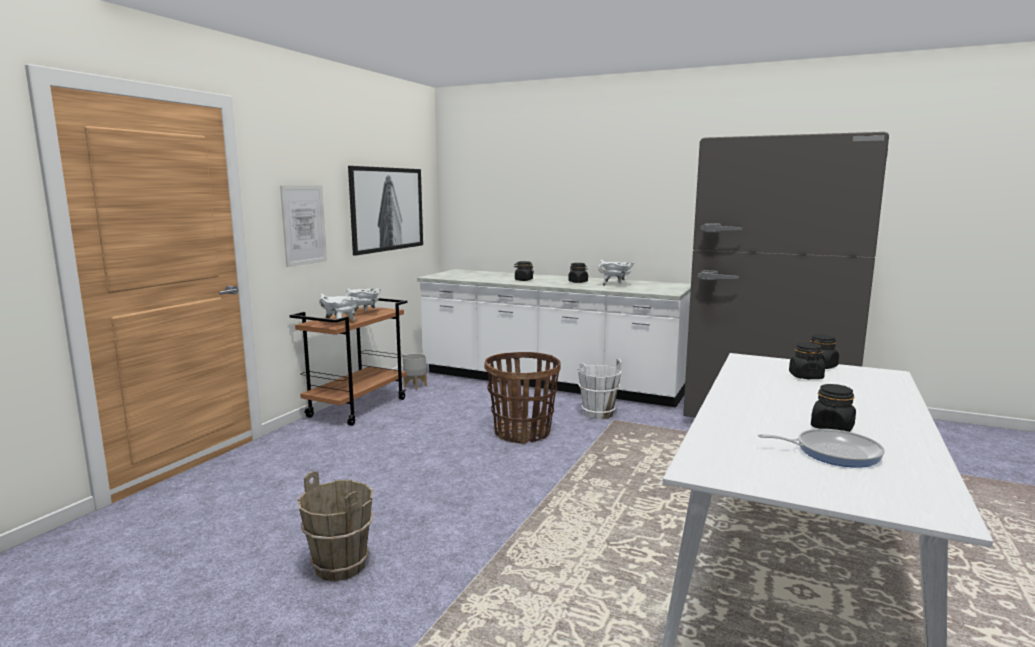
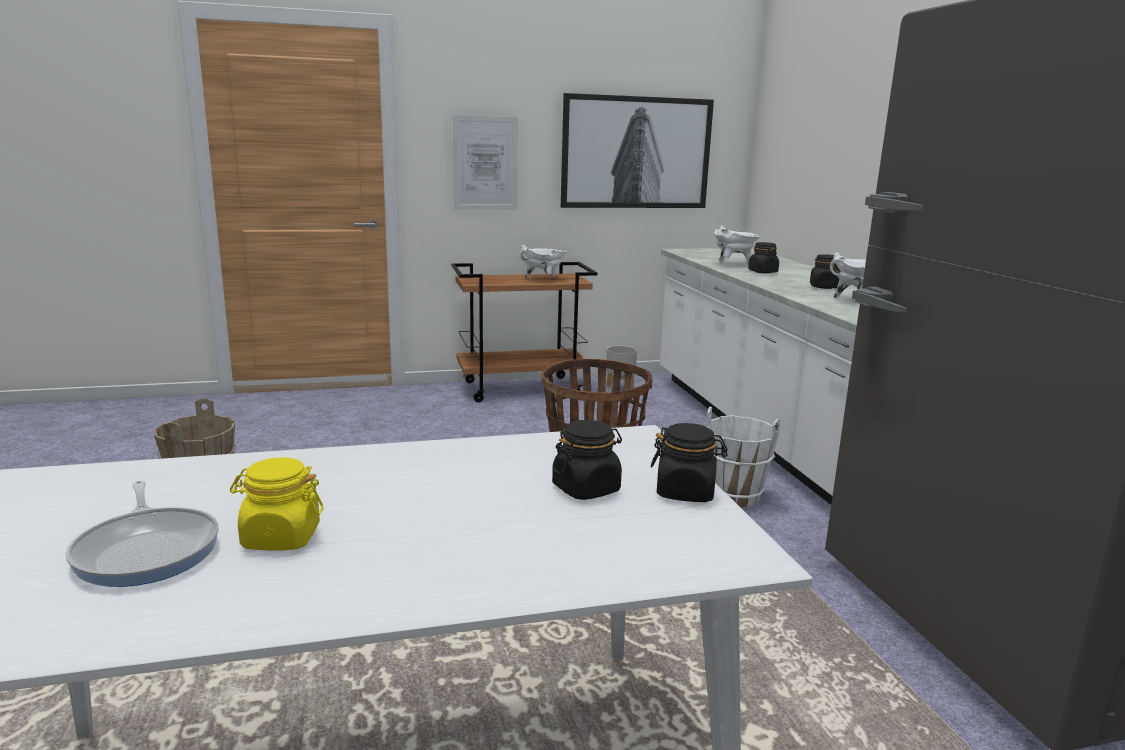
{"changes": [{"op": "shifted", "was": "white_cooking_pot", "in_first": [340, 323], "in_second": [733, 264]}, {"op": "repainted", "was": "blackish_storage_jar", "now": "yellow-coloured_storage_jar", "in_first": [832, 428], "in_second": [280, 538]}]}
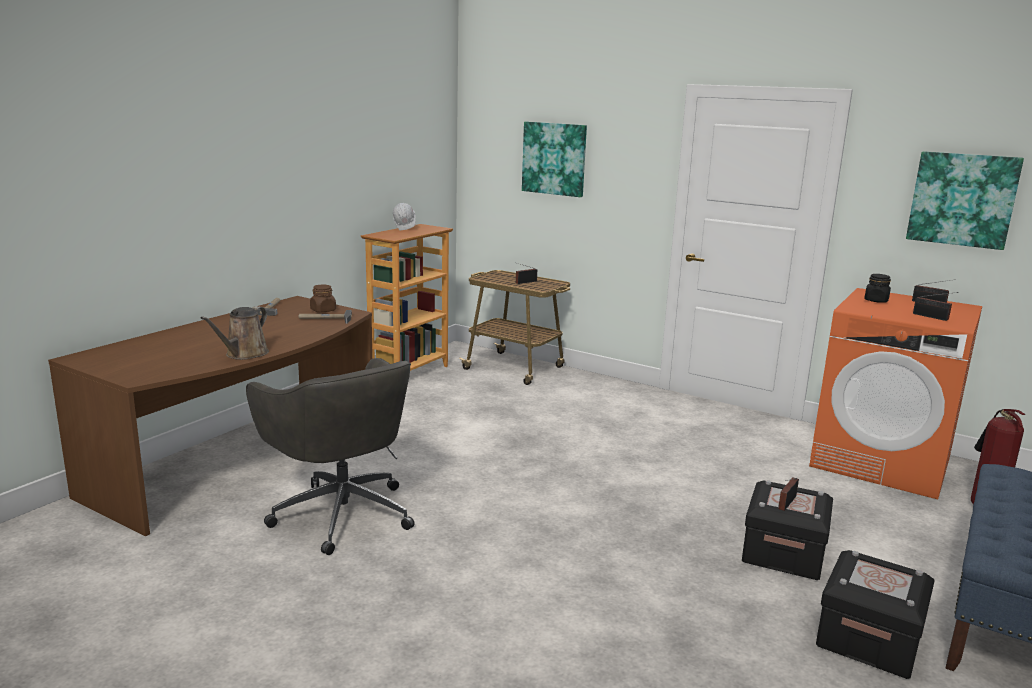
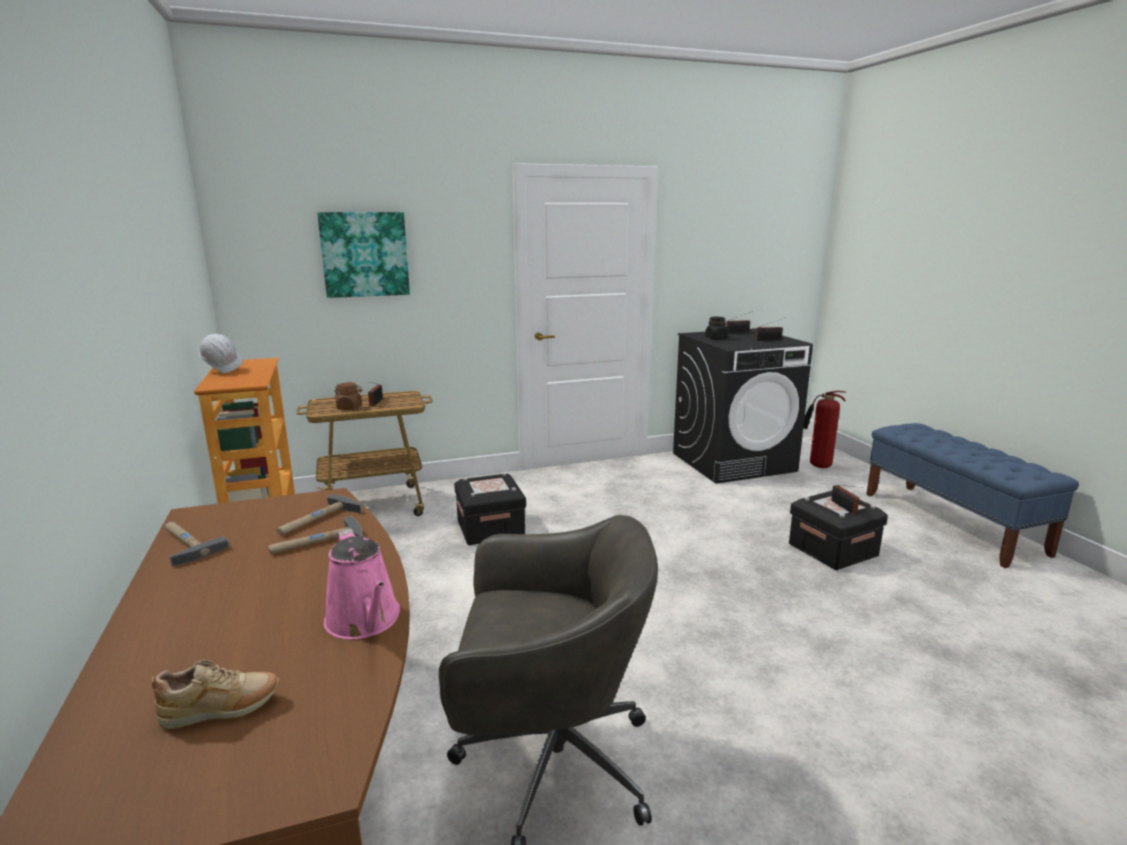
{"changes": [{"op": "gone", "was": "picture", "in_first": [962, 199]}, {"op": "new", "now": "beige_item_of_footwear", "in_second": [222, 711]}, {"op": "new", "now": "hammer", "in_second": [317, 544]}, {"op": "shifted", "was": "brown-coloured_storage_jar", "in_first": [323, 310], "in_second": [349, 408]}, {"op": "shifted", "was": "blackish_storage_container", "in_first": [868, 639], "in_second": [490, 528]}, {"op": "repainted", "was": "brown-coloured_watering_can", "now": "pink-coloured_watering_can", "in_first": [244, 354], "in_second": [365, 621]}, {"op": "repainted", "was": "orangey_washing_machine", "now": "blackish_washing_machine", "in_first": [881, 462], "in_second": [733, 462]}]}
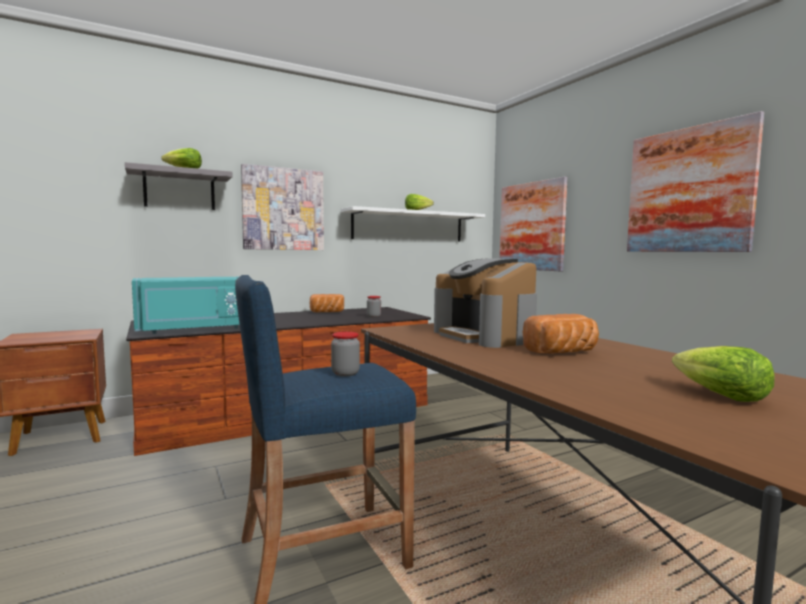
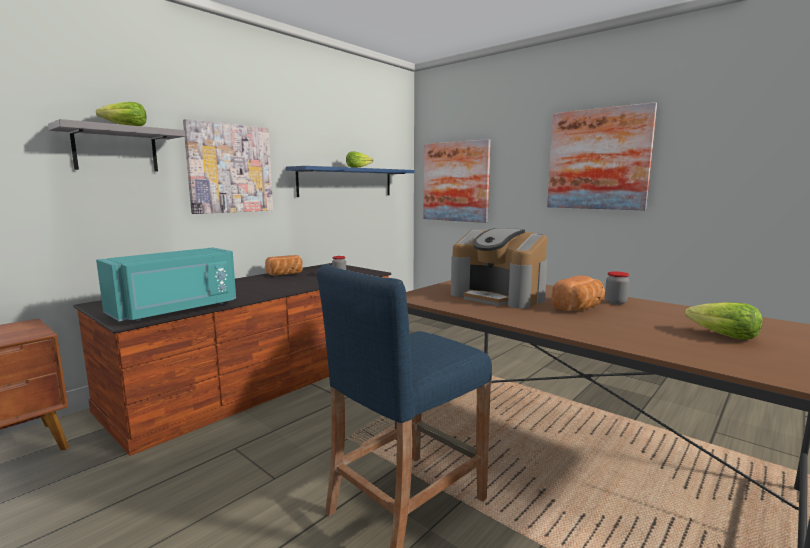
{"changes": [{"op": "shifted", "was": "storage_jar", "in_first": [345, 373], "in_second": [615, 302]}, {"op": "repainted", "was": "white_wall_shelf", "now": "blue-coloured_wall_shelf", "in_first": [409, 226], "in_second": [347, 182]}]}
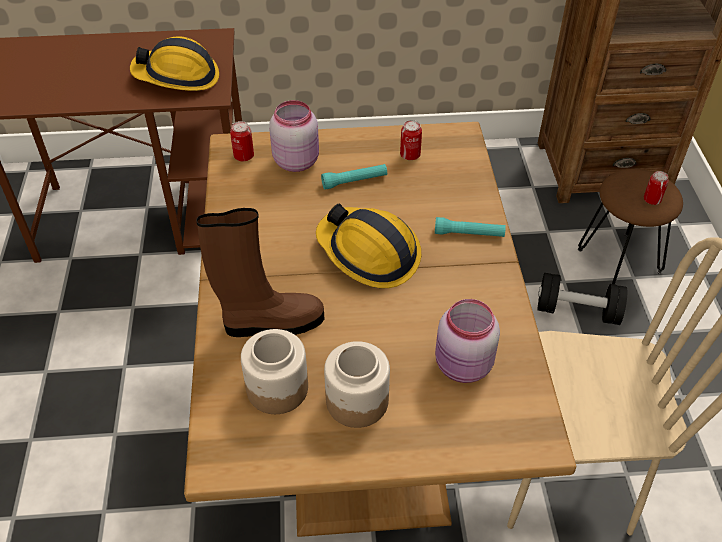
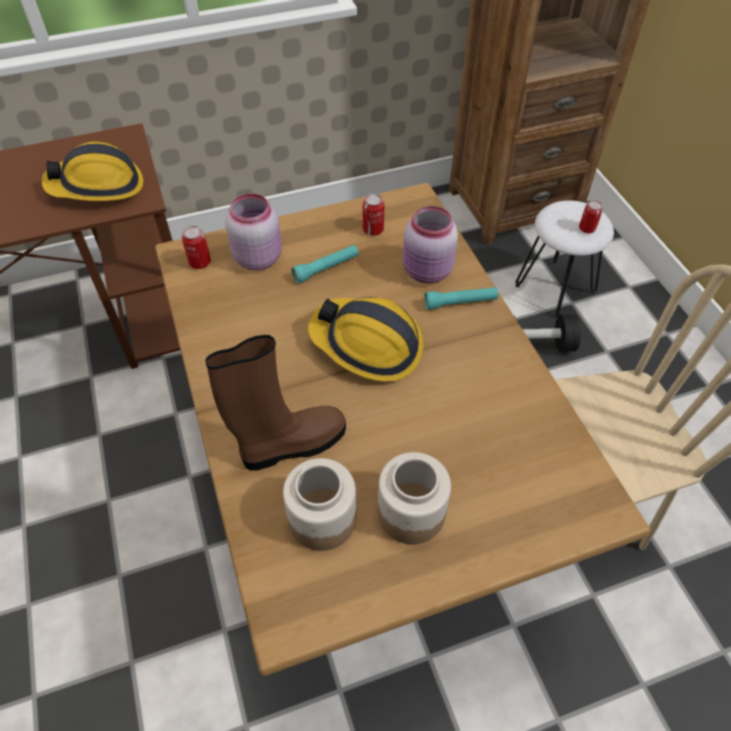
{"changes": [{"op": "shifted", "was": "pink-coloured_storage_jar", "in_first": [463, 367], "in_second": [427, 272]}, {"op": "repainted", "was": "brown-coloured_stool_seat", "now": "white_stool_seat", "in_first": [620, 260], "in_second": [555, 288]}]}
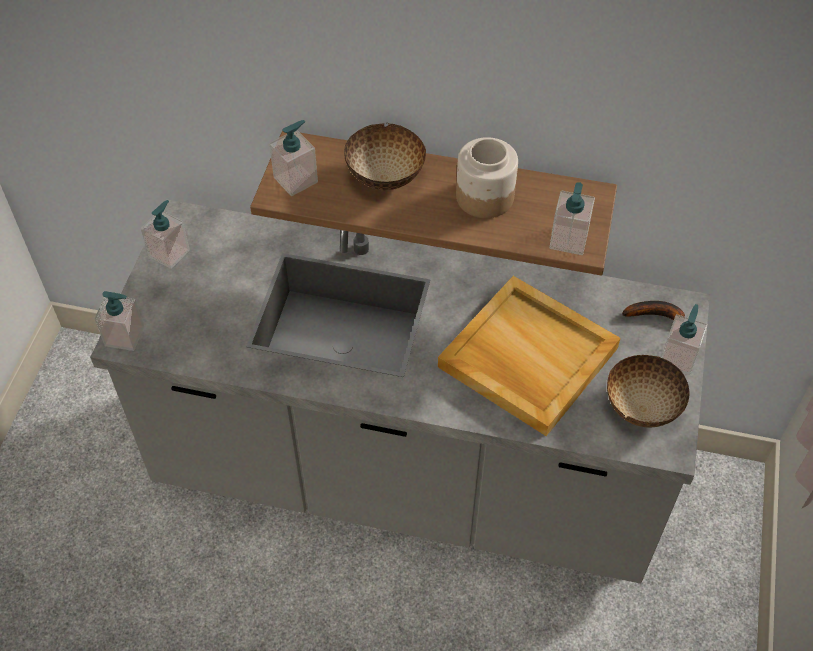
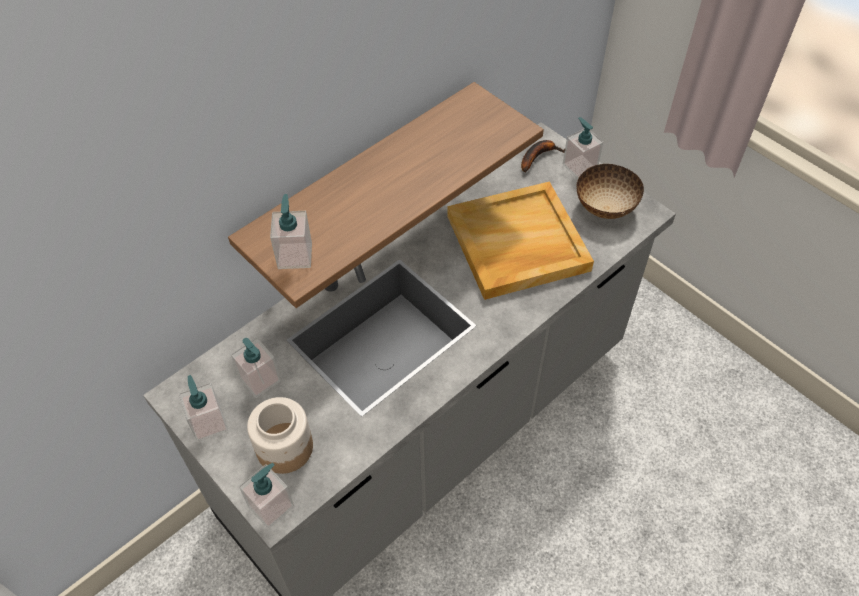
{"changes": [{"op": "gone", "was": "deep_dish", "in_first": [386, 178]}, {"op": "shifted", "was": "storage_jar", "in_first": [484, 197], "in_second": [284, 448]}, {"op": "shifted", "was": "liquid_soap_bottle", "in_first": [568, 240], "in_second": [260, 380]}]}
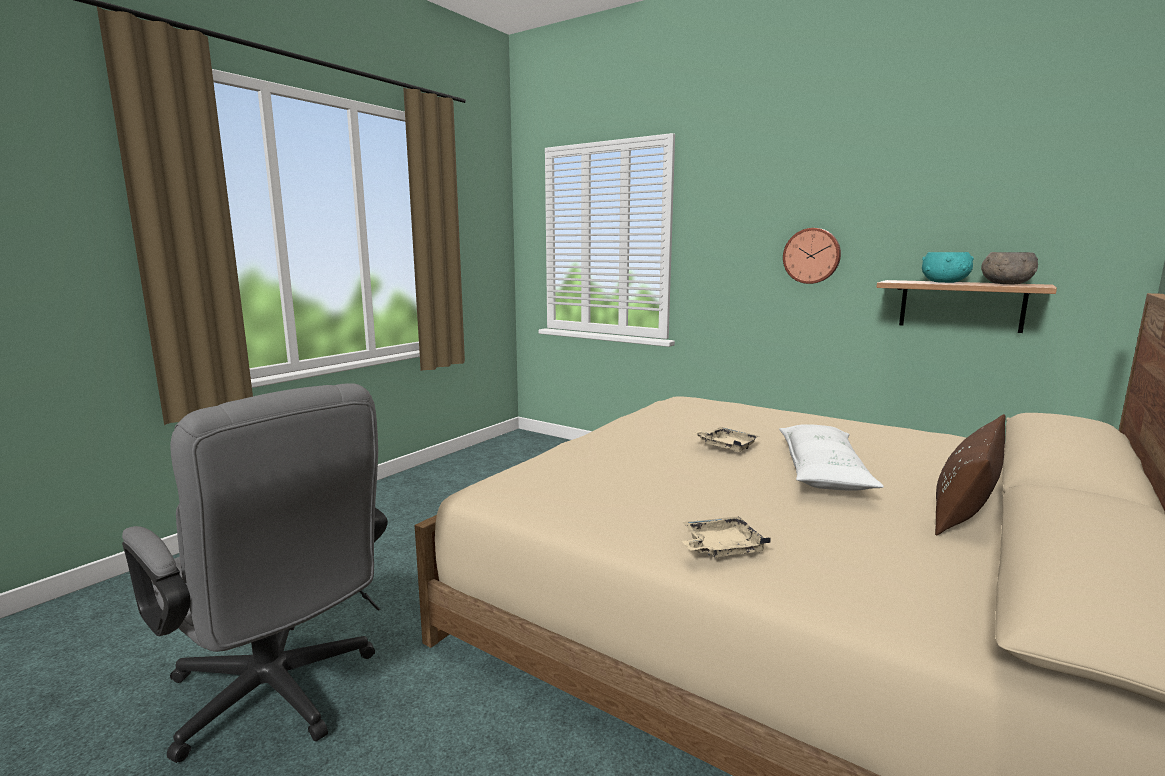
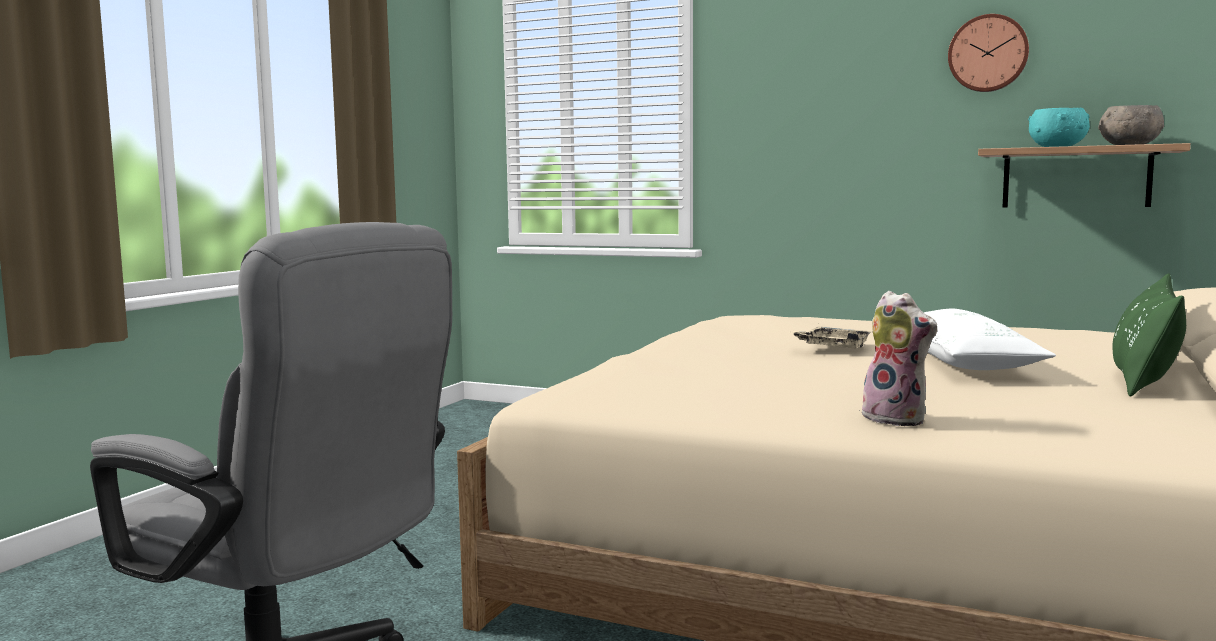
{"changes": [{"op": "shifted", "was": "clock_on_the_wall", "in_first": [812, 256], "in_second": [988, 53]}, {"op": "swapped", "was": "beige_serving_tray", "now": "cuddly_toy", "in_first": [721, 548], "in_second": [898, 419]}, {"op": "repainted", "was": "brown-coloured_throw_pillow", "now": "green_throw_pillow", "in_first": [964, 507], "in_second": [1144, 377]}]}
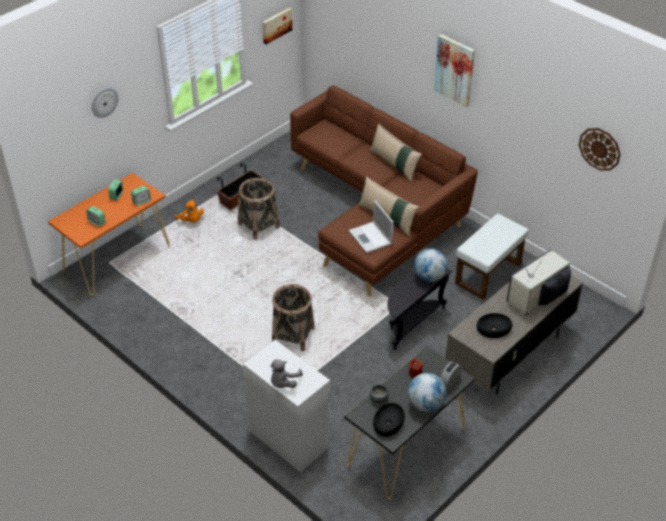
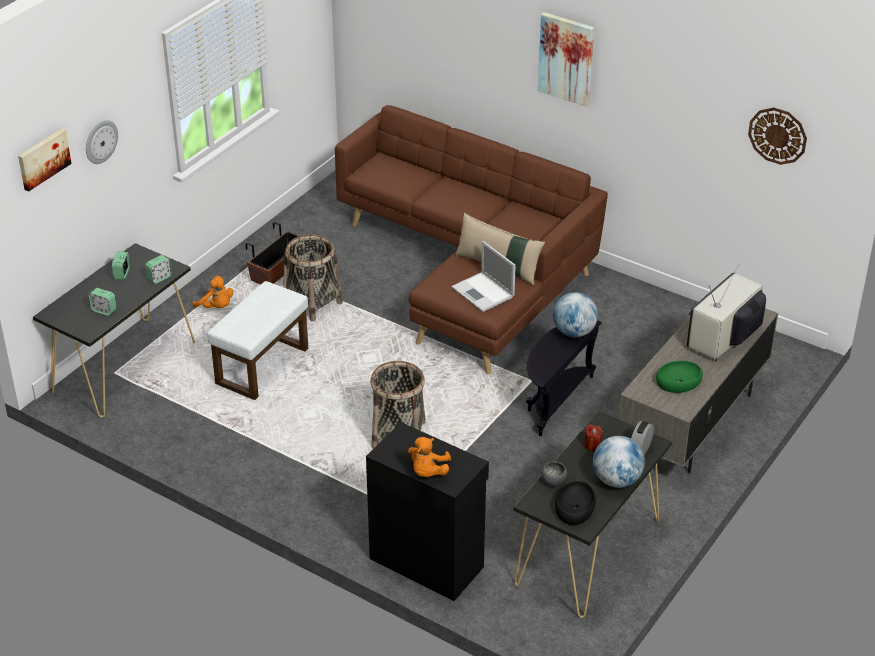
{"changes": [{"op": "gone", "was": "beige_throw_pillow", "in_first": [394, 164]}, {"op": "shifted", "was": "picture", "in_first": [276, 25], "in_second": [43, 158]}, {"op": "shifted", "was": "white_pouffe", "in_first": [488, 273], "in_second": [262, 365]}, {"op": "repainted", "was": "orangey_narrow_table", "now": "blackish_narrow_table", "in_first": [117, 258], "in_second": [125, 366]}, {"op": "repainted", "was": "white_cupboard", "now": "blackish_cupboard", "in_first": [288, 438], "in_second": [427, 561]}, {"op": "repainted", "was": "greyish_cuddly_toy", "now": "orangey_cuddly_toy", "in_first": [283, 382], "in_second": [428, 472]}, {"op": "repainted", "was": "blackish_deep_dish", "now": "green_deep_dish", "in_first": [493, 329], "in_second": [678, 382]}]}
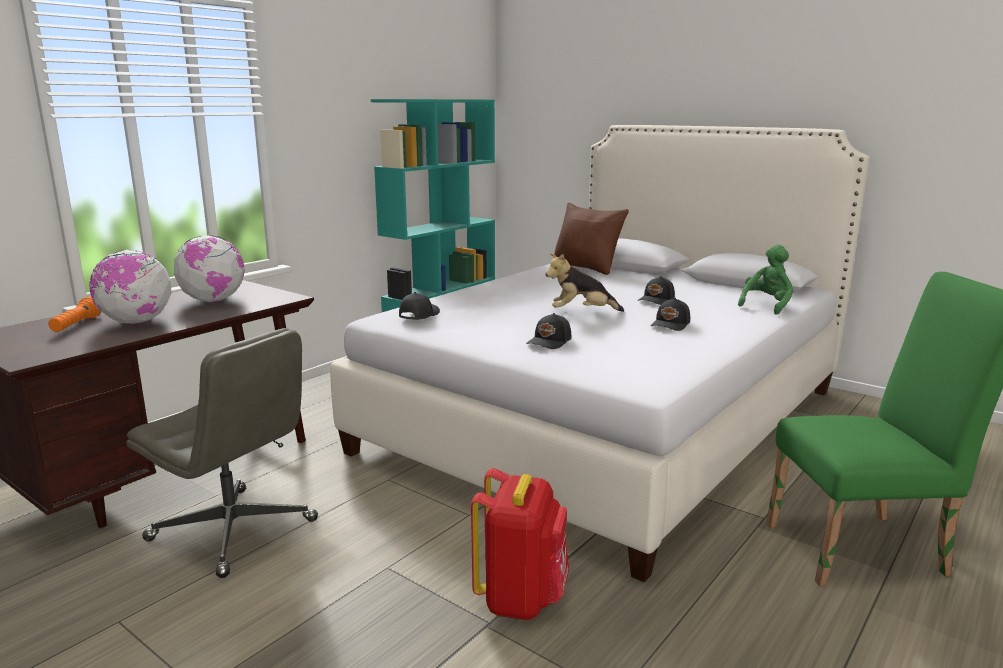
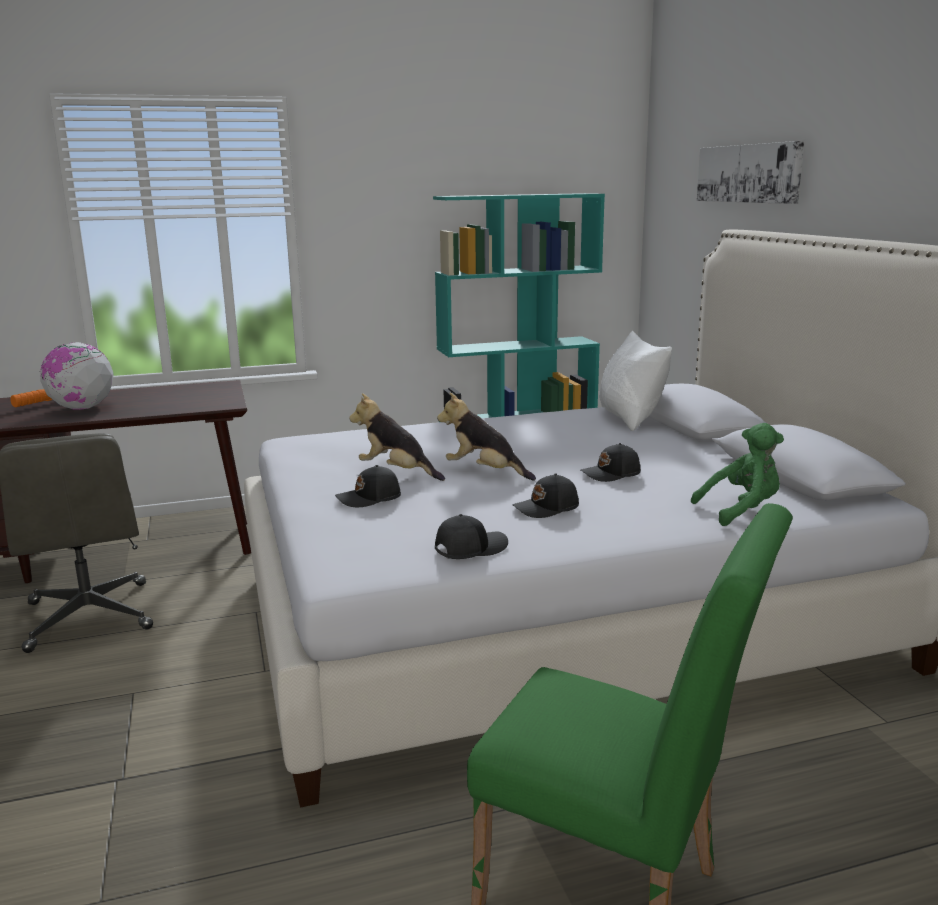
{"changes": [{"op": "gone", "was": "world_globe", "in_first": [213, 300]}, {"op": "gone", "was": "red-coloured_rucksack", "in_first": [521, 598]}, {"op": "new", "now": "cuddly_toy", "in_second": [397, 472]}, {"op": "new", "now": "picture", "in_second": [748, 173]}, {"op": "shifted", "was": "blackish_baseball_cap", "in_first": [418, 315], "in_second": [469, 548]}, {"op": "repainted", "was": "brown-coloured_throw_pillow", "now": "white_throw_pillow", "in_first": [587, 267], "in_second": [630, 418]}]}
